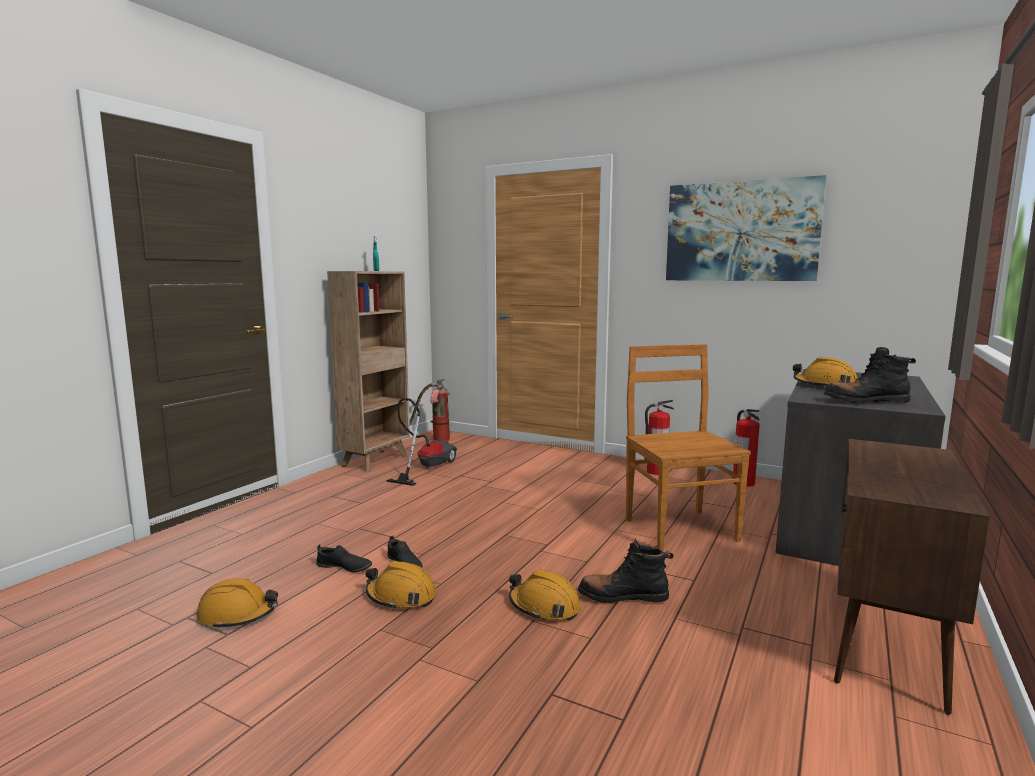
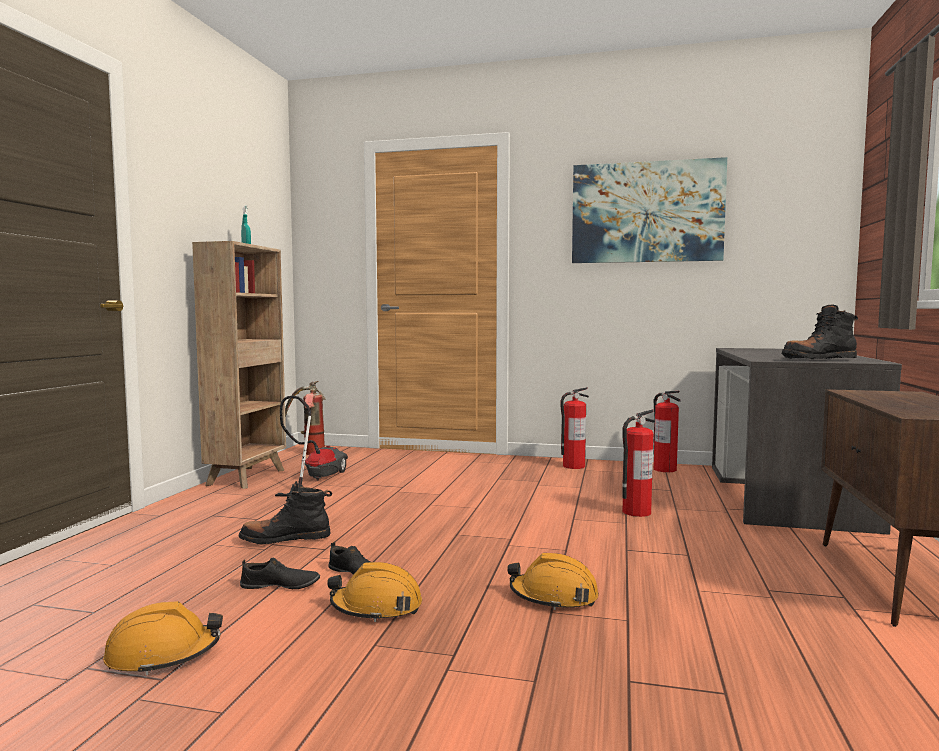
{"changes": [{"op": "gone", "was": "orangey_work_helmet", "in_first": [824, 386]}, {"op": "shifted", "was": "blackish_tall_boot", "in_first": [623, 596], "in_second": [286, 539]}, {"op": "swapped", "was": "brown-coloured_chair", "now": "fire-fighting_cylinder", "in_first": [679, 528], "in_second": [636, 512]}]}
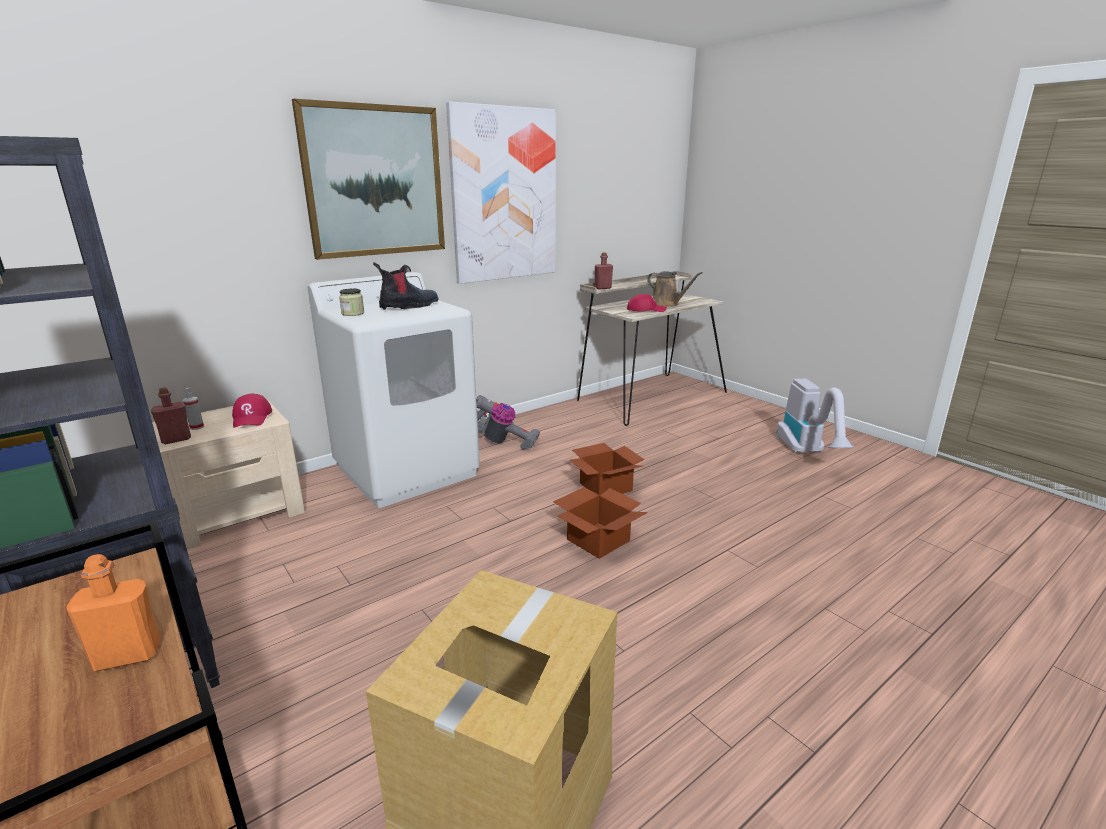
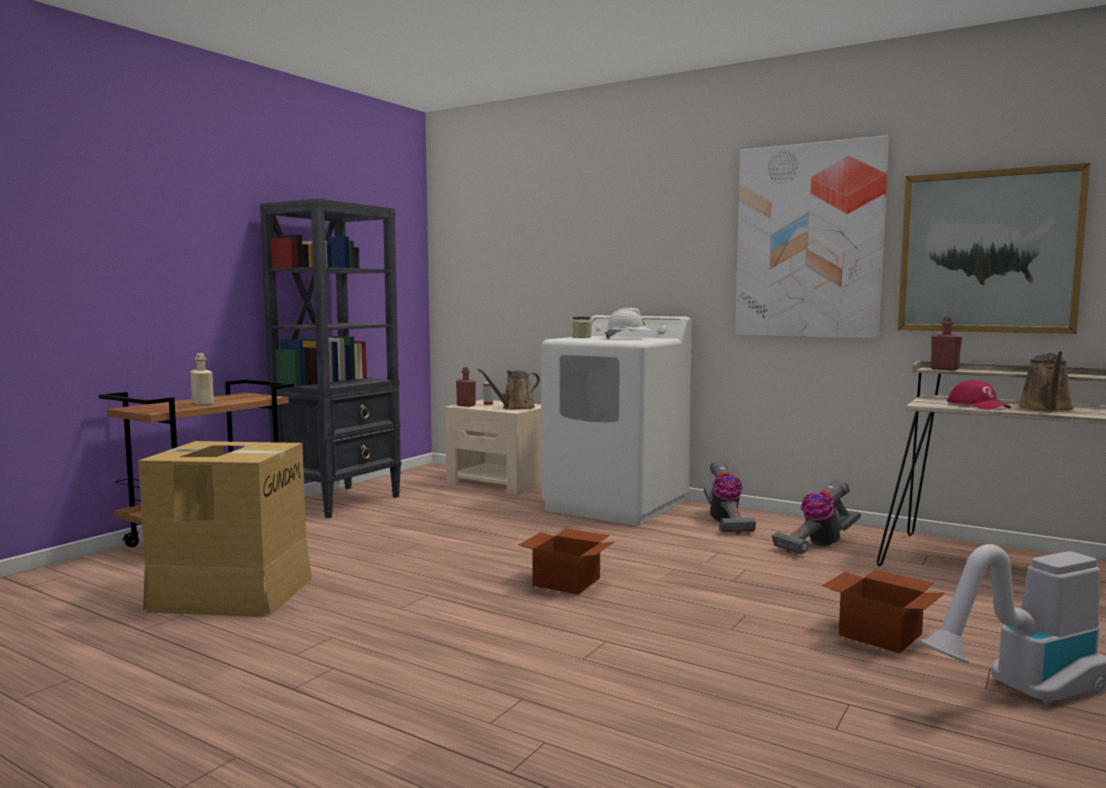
{"changes": [{"op": "new", "now": "vacuum", "in_second": [817, 545]}, {"op": "shifted", "was": "picture", "in_first": [375, 181], "in_second": [988, 252]}, {"op": "shifted", "was": "carton", "in_first": [605, 486], "in_second": [882, 634]}, {"op": "swapped", "was": "red-coloured_baseball_cap", "now": "brown-coloured_watering_can", "in_first": [252, 417], "in_second": [515, 408]}, {"op": "swapped", "was": "tall_boot", "now": "white_work_helmet", "in_first": [409, 306], "in_second": [628, 339]}, {"op": "repainted", "was": "orangey_bottle", "now": "beige_bottle", "in_first": [127, 656], "in_second": [203, 404]}]}
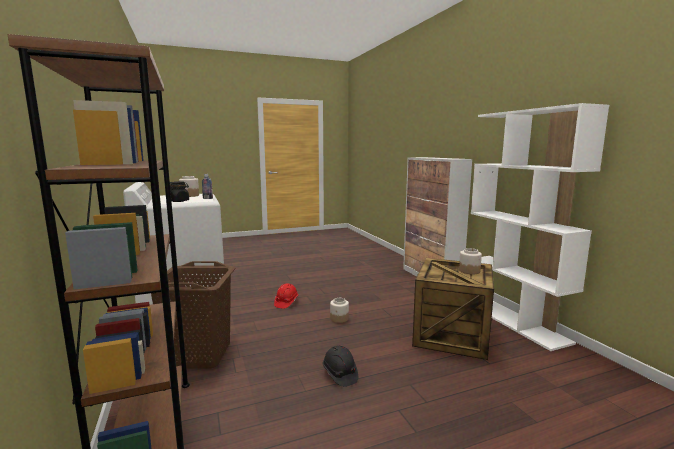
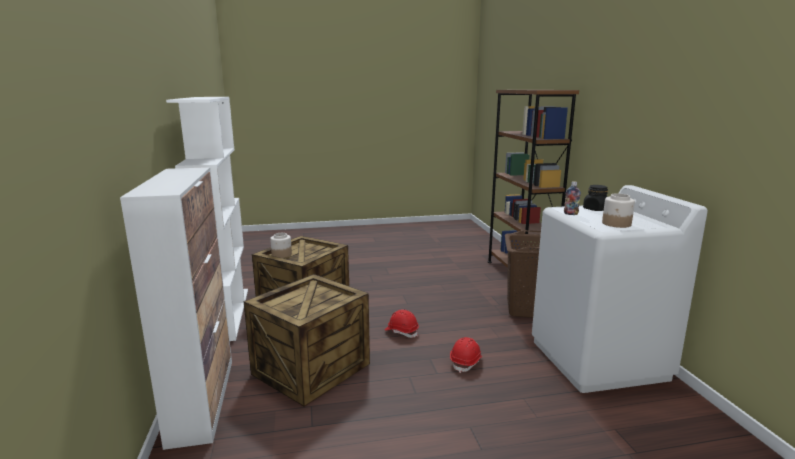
{"changes": [{"op": "gone", "was": "blackish_work_helmet", "in_first": [340, 374]}, {"op": "new", "now": "packing_crate", "in_second": [310, 368]}, {"op": "swapped", "was": "storage_jar", "now": "red-coloured_work_helmet", "in_first": [339, 318], "in_second": [401, 332]}]}
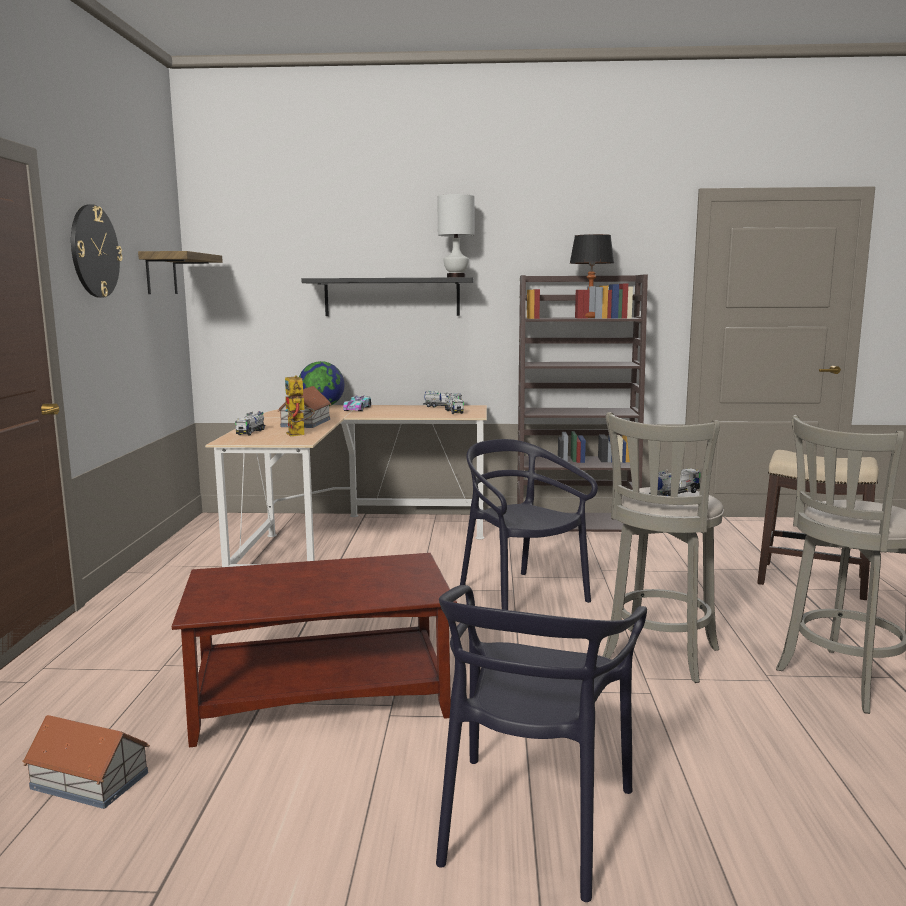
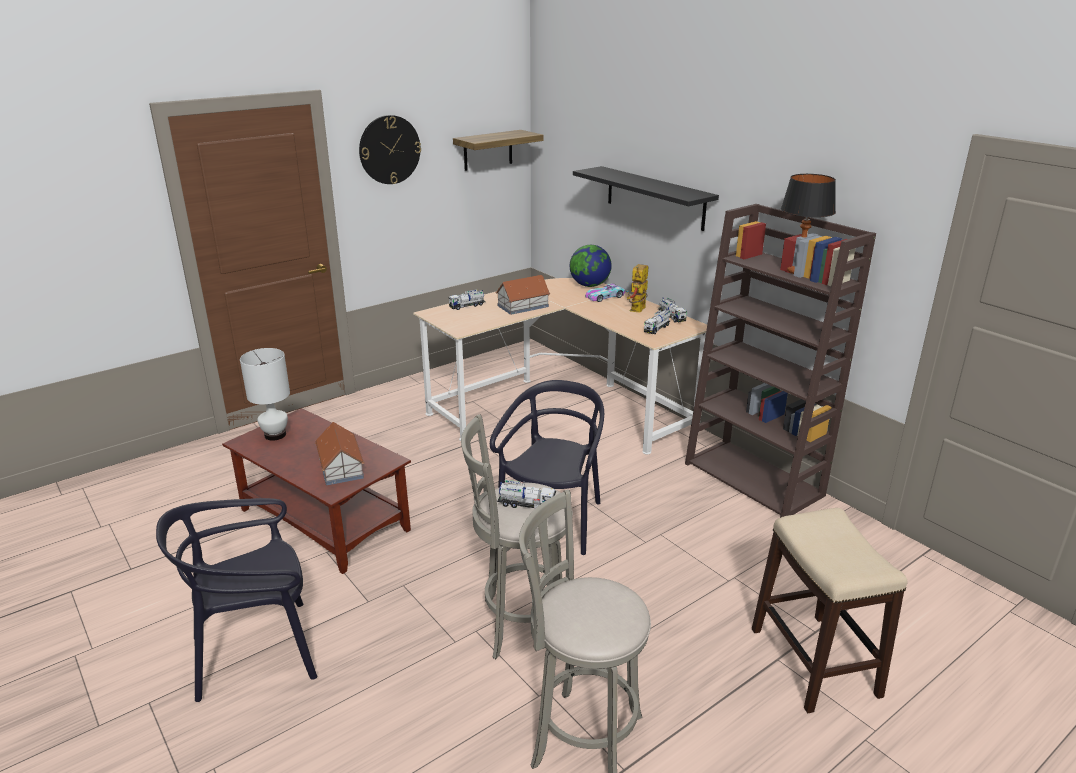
{"changes": [{"op": "shifted", "was": "miniature_house", "in_first": [89, 779], "in_second": [341, 466]}, {"op": "shifted", "was": "robot_figure", "in_first": [299, 434], "in_second": [638, 311]}, {"op": "shifted", "was": "white_table_lamp", "in_first": [455, 277], "in_second": [275, 435]}]}
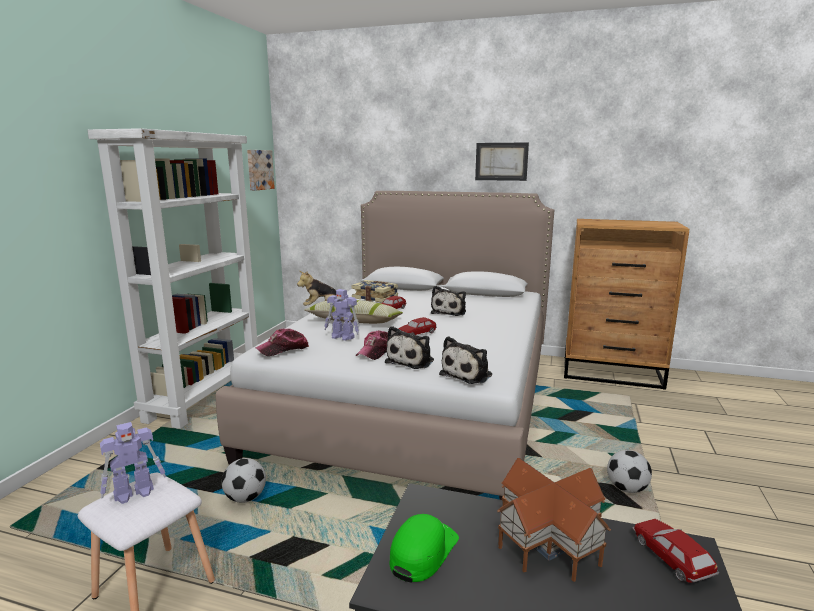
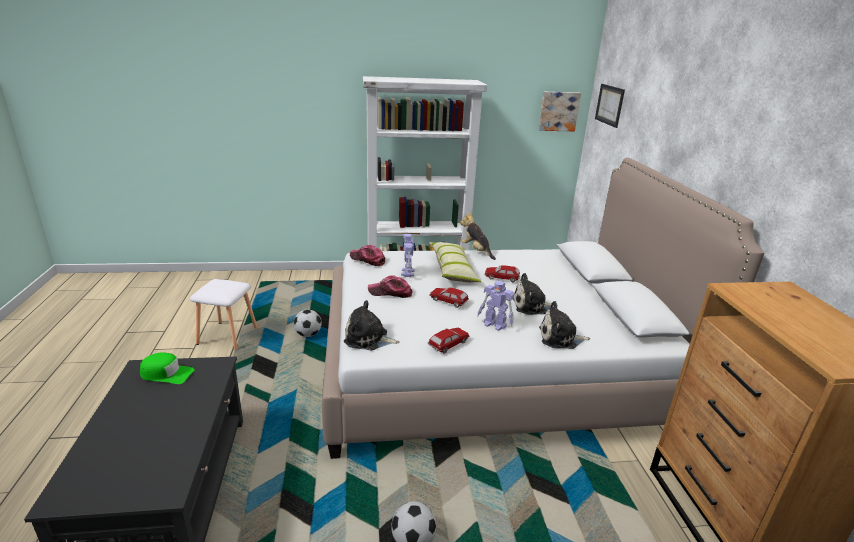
{"changes": [{"op": "gone", "was": "book", "in_first": [375, 298]}, {"op": "gone", "was": "miniature_house", "in_first": [551, 541]}, {"op": "shifted", "was": "robot_figure", "in_first": [135, 493], "in_second": [495, 325]}, {"op": "shifted", "was": "cuddly_toy", "in_first": [411, 361], "in_second": [560, 338]}, {"op": "shifted", "was": "picture", "in_first": [501, 161], "in_second": [609, 105]}, {"op": "shifted", "was": "miniature_car", "in_first": [671, 557], "in_second": [448, 344]}]}
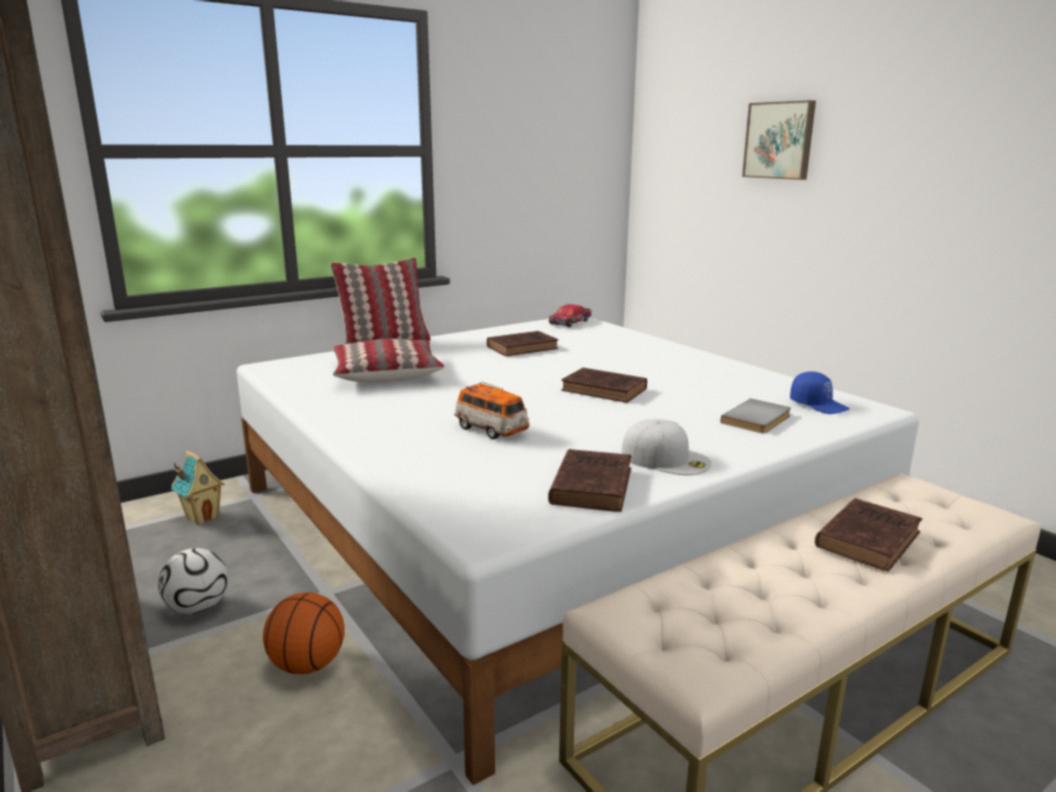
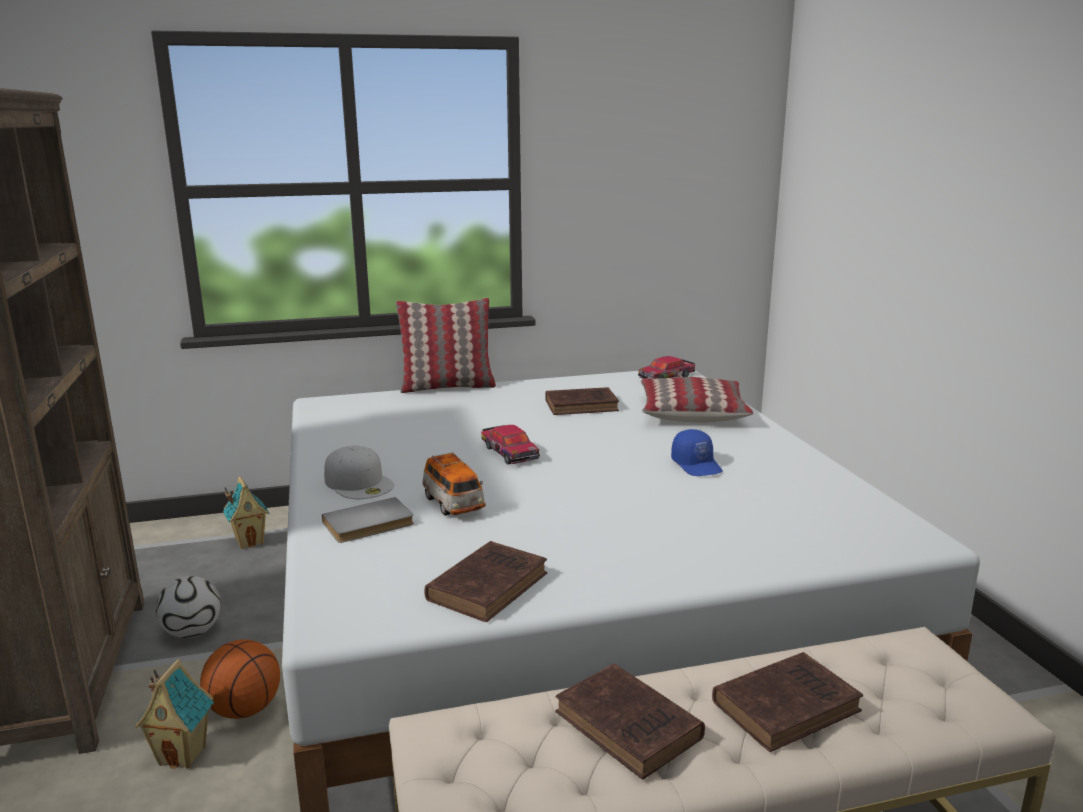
{"changes": [{"op": "gone", "was": "picture", "in_first": [780, 140]}, {"op": "new", "now": "miniature_house", "in_second": [183, 754]}, {"op": "new", "now": "miniature_car", "in_second": [510, 452]}, {"op": "shifted", "was": "throw_pillow", "in_first": [385, 373], "in_second": [691, 412]}, {"op": "shifted", "was": "brown-coloured_book", "in_first": [606, 390], "in_second": [630, 727]}, {"op": "shifted", "was": "white_baseball_cap", "in_first": [666, 458], "in_second": [359, 483]}, {"op": "shifted", "was": "greyish_book", "in_first": [758, 419], "in_second": [369, 524]}, {"op": "shifted", "was": "blue-coloured_baseball_cap", "in_first": [818, 405], "in_second": [697, 465]}]}
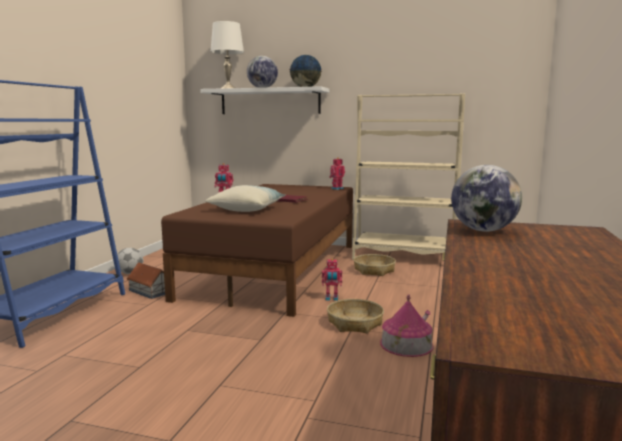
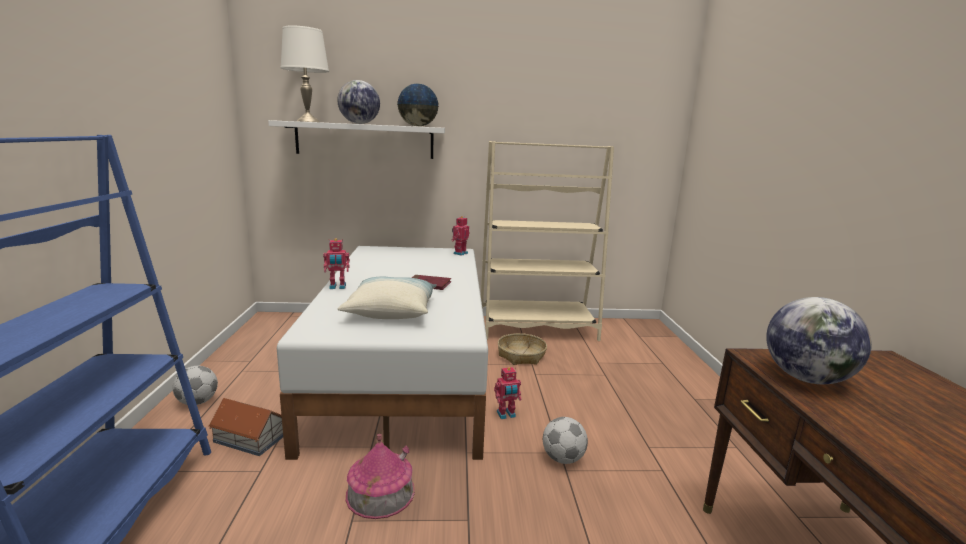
{"changes": [{"op": "shifted", "was": "miniature_house", "in_first": [406, 344], "in_second": [380, 492]}, {"op": "swapped", "was": "storage_basket", "now": "ball_for_football", "in_first": [355, 323], "in_second": [563, 458]}, {"op": "repainted", "was": "brown-coloured_bedroom_bed", "now": "white_bedroom_bed", "in_first": [277, 269], "in_second": [406, 367]}]}
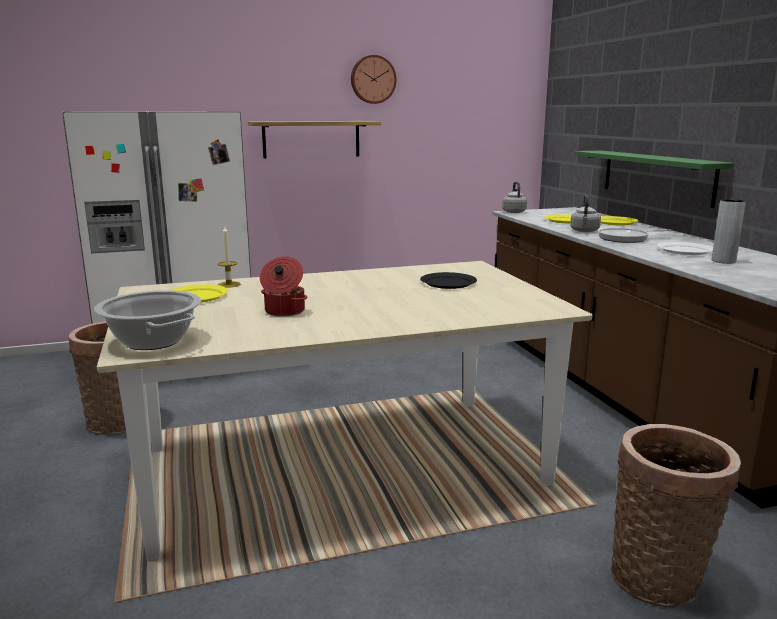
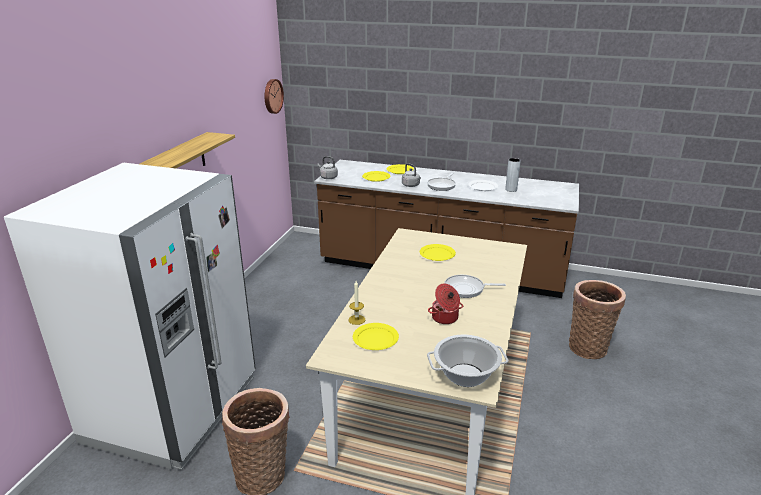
{"changes": [{"op": "gone", "was": "green_wall_shelf", "in_first": [656, 176]}, {"op": "new", "now": "frying_pan", "in_second": [466, 289]}, {"op": "shifted", "was": "clock_on_the_wall", "in_first": [372, 79], "in_second": [272, 96]}, {"op": "repainted", "was": "blackish_dinner_plate", "now": "yellow-coloured_dinner_plate", "in_first": [448, 283], "in_second": [437, 254]}]}
